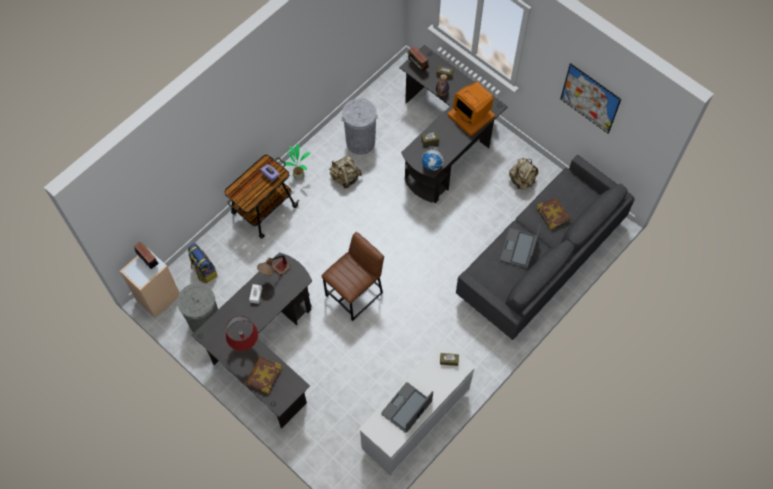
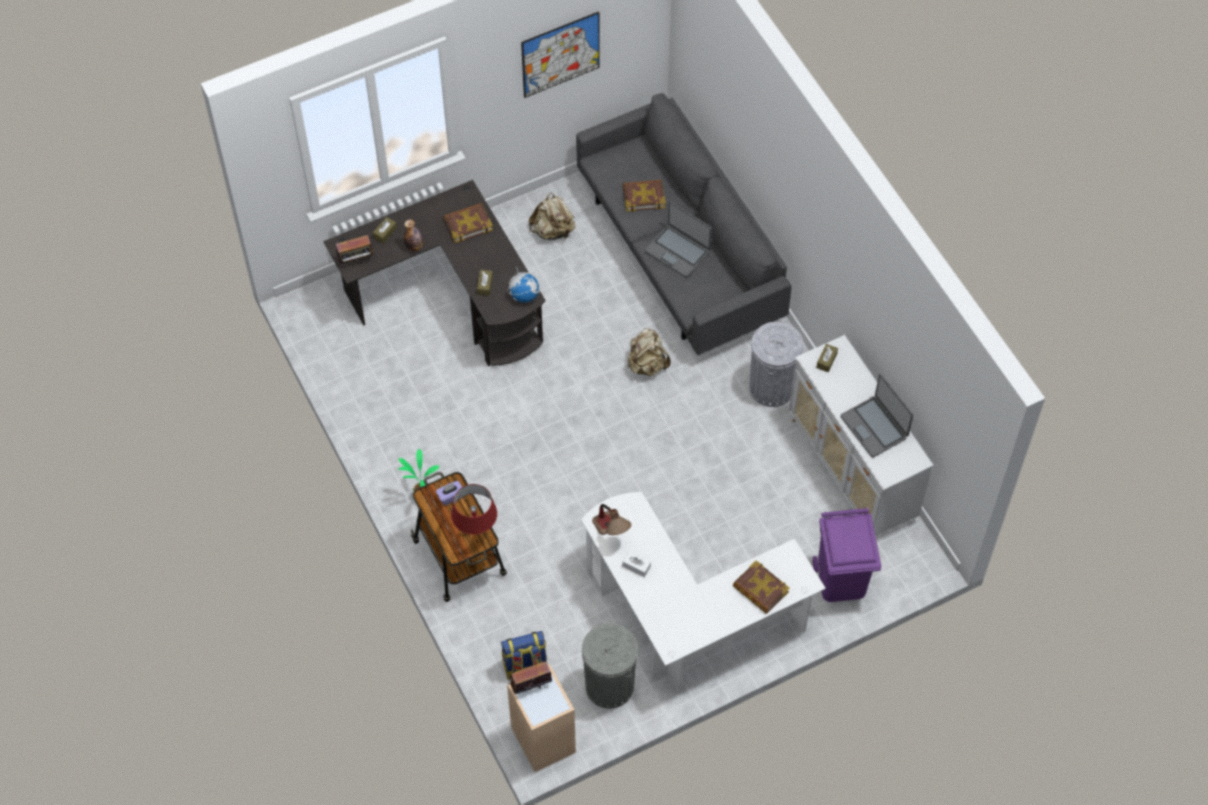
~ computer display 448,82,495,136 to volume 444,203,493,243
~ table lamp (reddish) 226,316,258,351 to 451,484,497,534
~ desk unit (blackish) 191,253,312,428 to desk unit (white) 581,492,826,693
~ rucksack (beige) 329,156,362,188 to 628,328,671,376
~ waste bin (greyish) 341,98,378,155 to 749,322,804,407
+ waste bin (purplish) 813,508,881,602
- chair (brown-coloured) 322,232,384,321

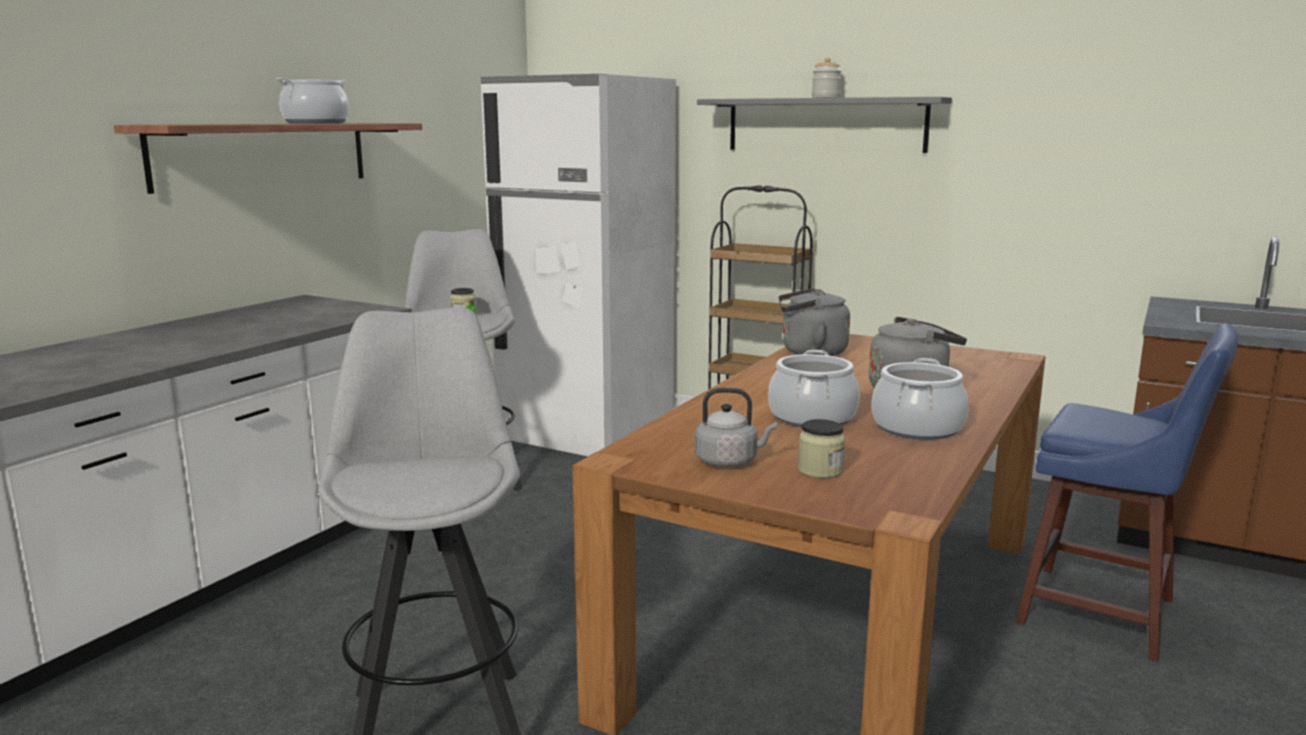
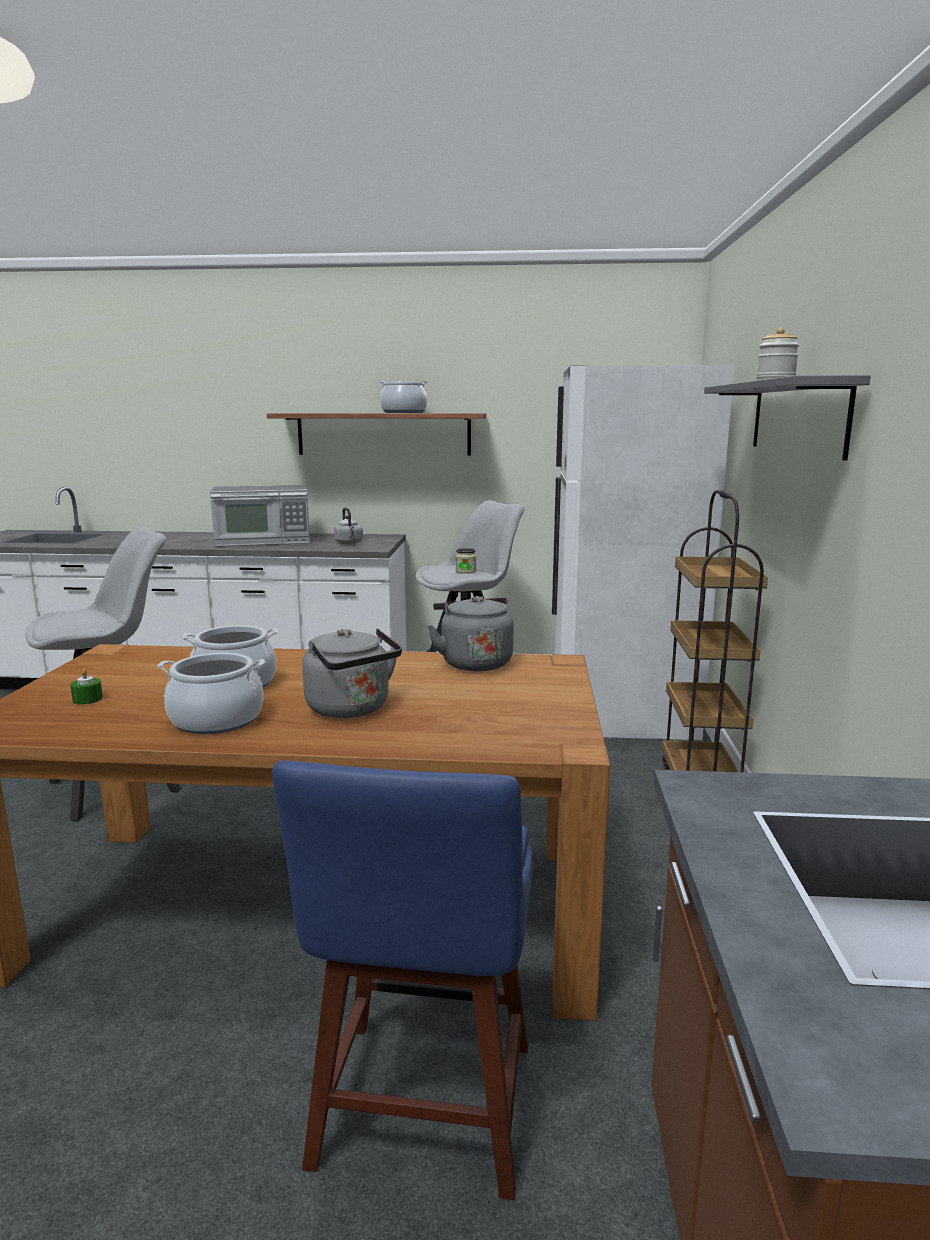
~ storage jar 798,419,845,478 to candle (green-coloured) 70,668,103,705
+ microwave oven 210,485,310,547
~ kettle (greyish) 694,388,777,467 to 334,507,363,544

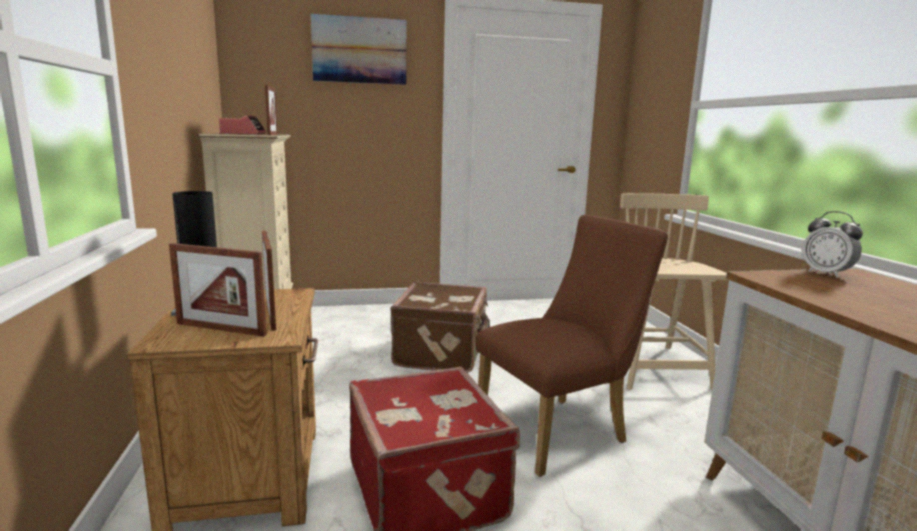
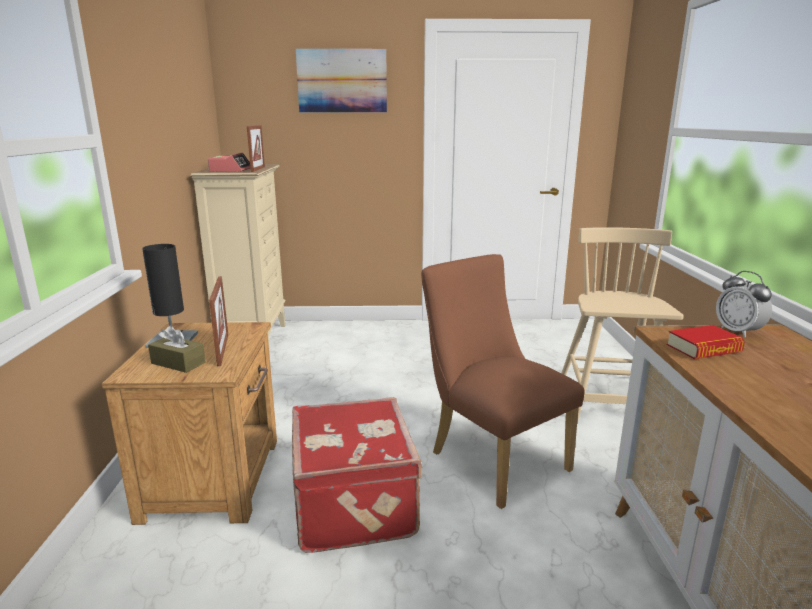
~ picture frame 169,243,267,337 to tissue holder (brown-coloured) 148,325,206,373
~ chair (brown-coloured) 477,215,668,477 = 421,254,584,509 105 degrees counterclockwise
+ volume 667,325,745,359
- travel case (brown-coloured) 391,281,490,373

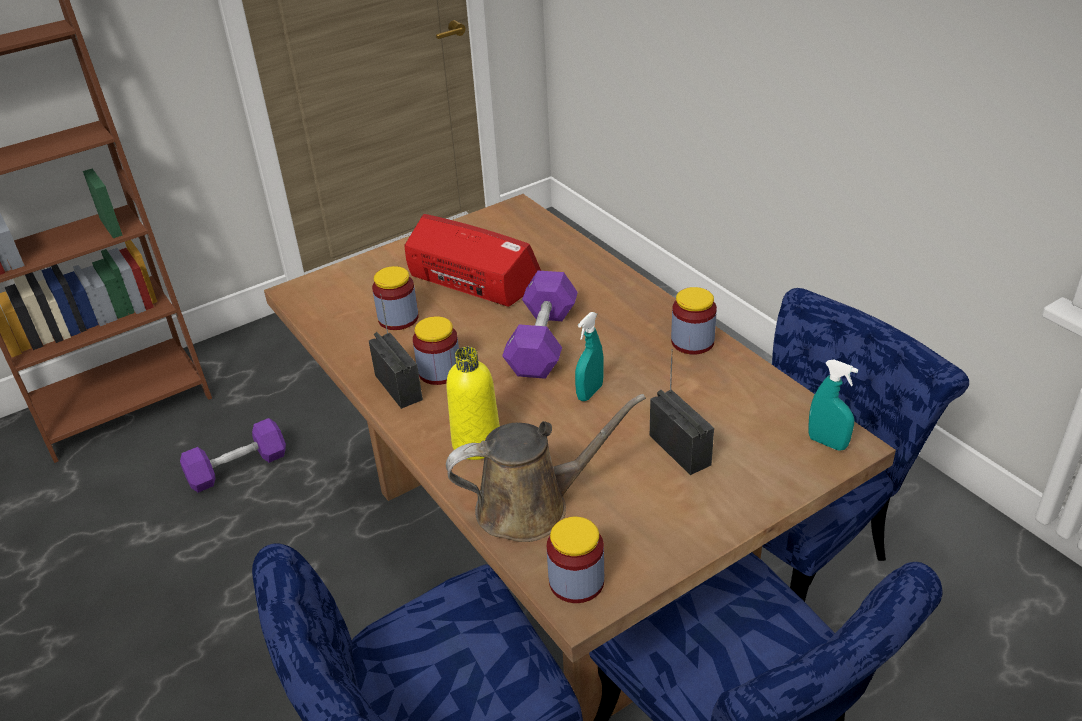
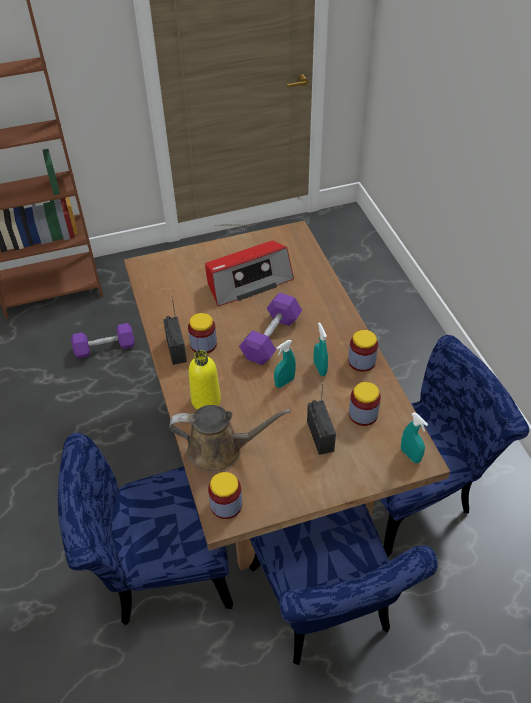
~ radio receiver 404,214,541,307 = 205,240,294,306 105 degrees clockwise
+ sprayer (turquoise) 314,322,328,376
~ storage jar 372,266,418,330 to 349,382,381,426

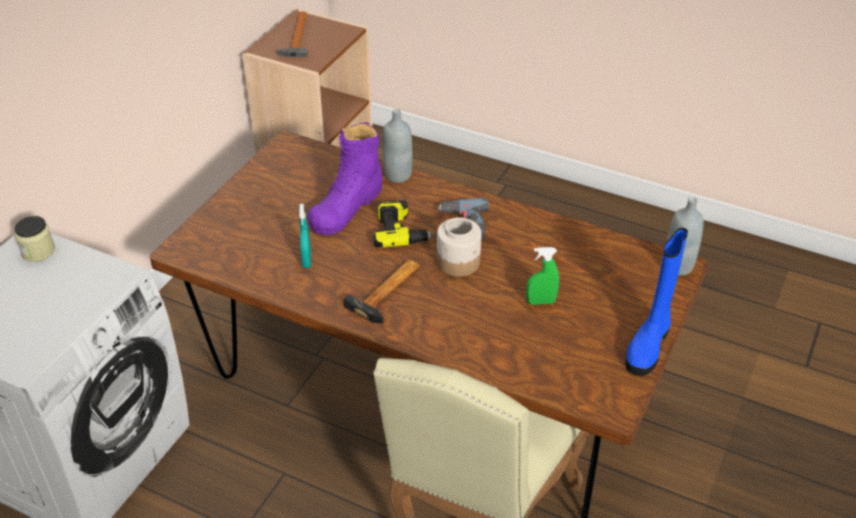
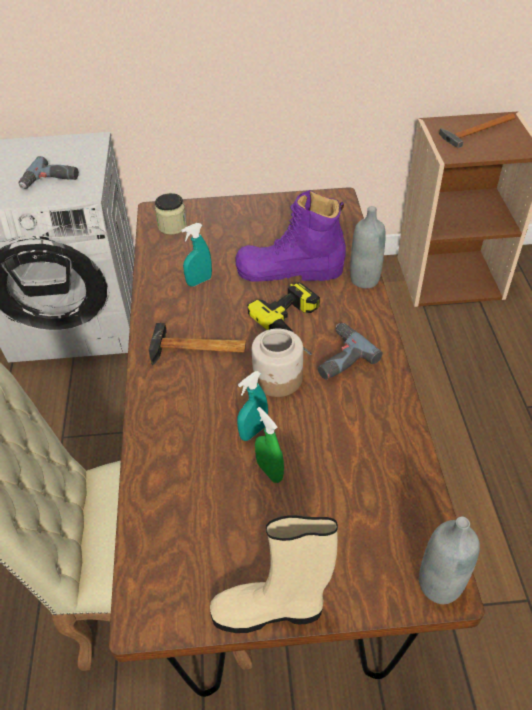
+ drill 19,156,79,189
~ storage jar 14,216,55,262 to 155,193,187,235
~ boot (blue-coloured) 625,228,688,376 to boot (beige) 210,515,338,633
+ sprayer (turquoise) 237,371,268,441

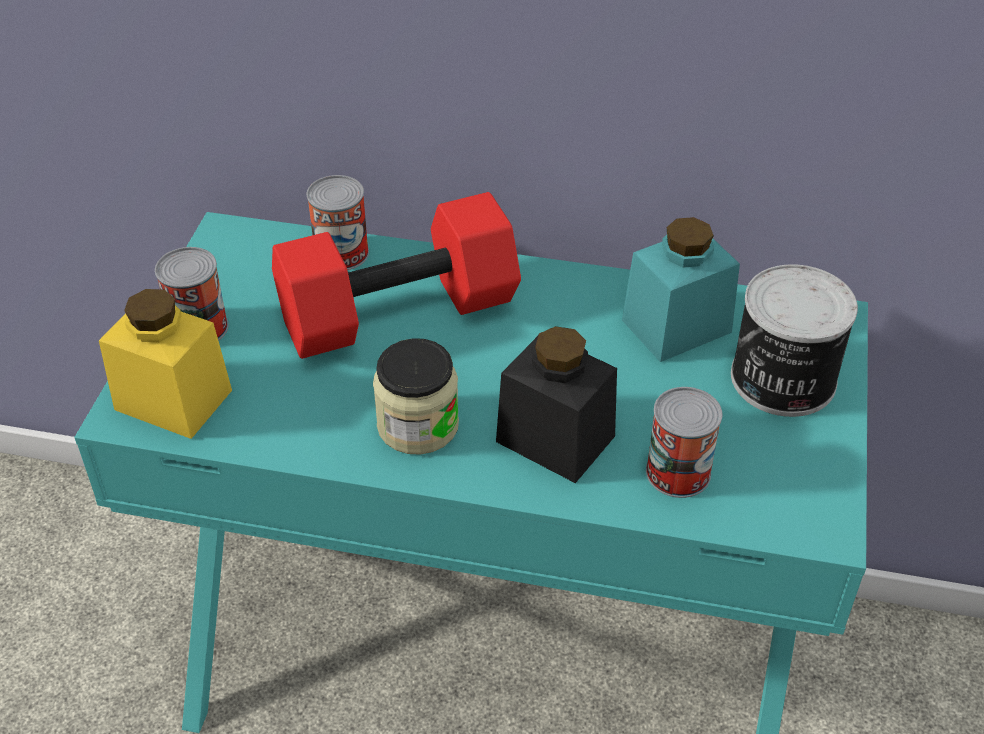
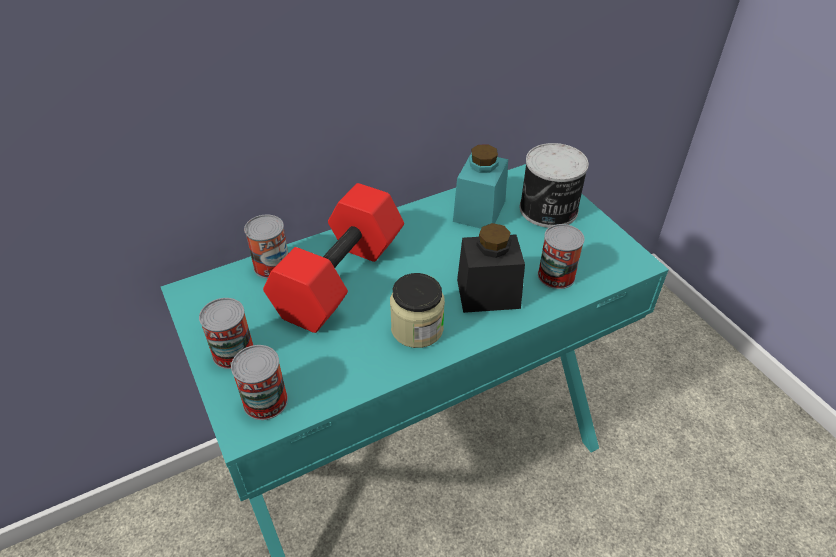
~ storage jar (yellowish) 99,289,232,439 to sealed can 231,345,288,420

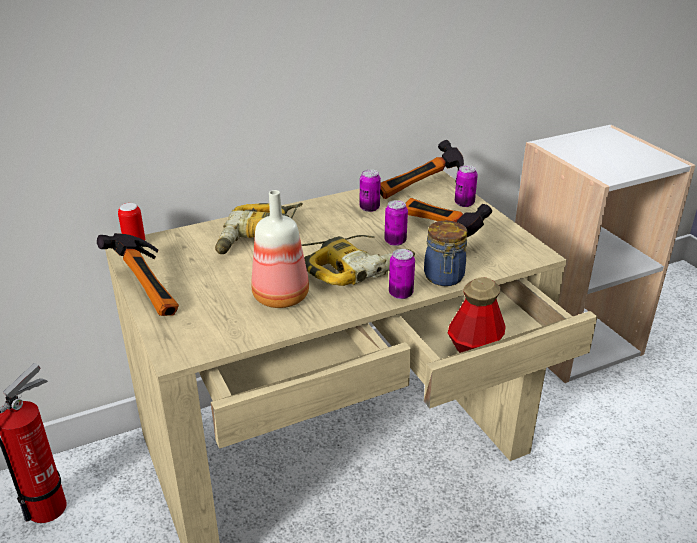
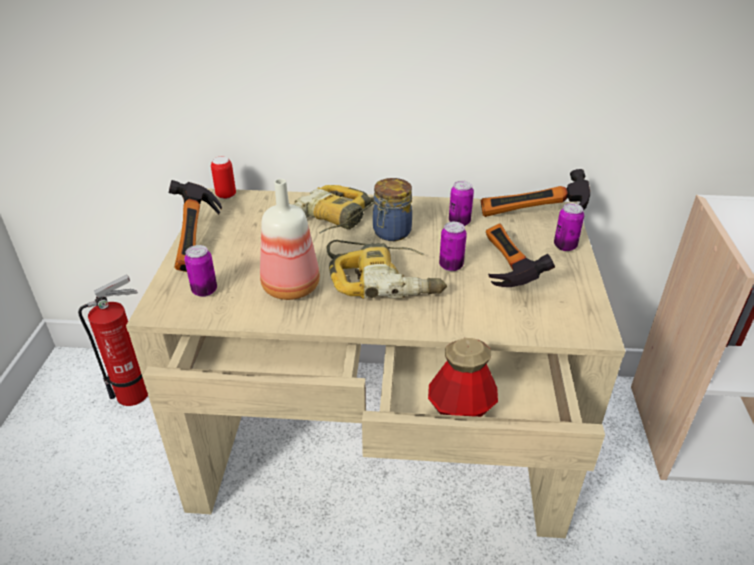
~ sealed can 389,249,415,299 to 184,245,217,297
~ storage jar 424,221,468,286 to 373,178,412,241

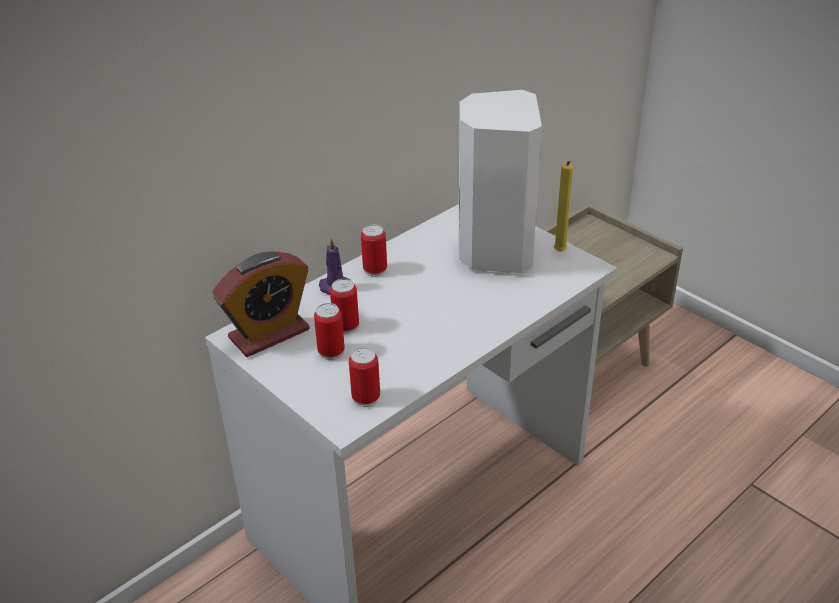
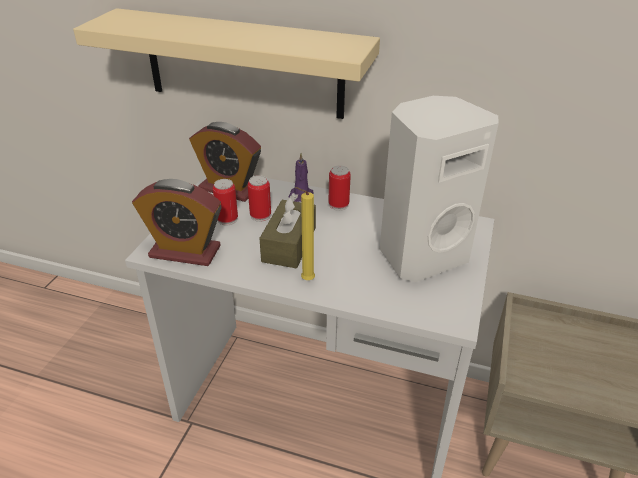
+ shelf (beige) 73,8,380,119
~ sealed can 349,347,380,407 to alarm clock 132,179,222,266
+ tissue holder (brown-coloured) 259,193,316,269
~ candle (yellowish) 554,161,573,252 to 295,187,315,280

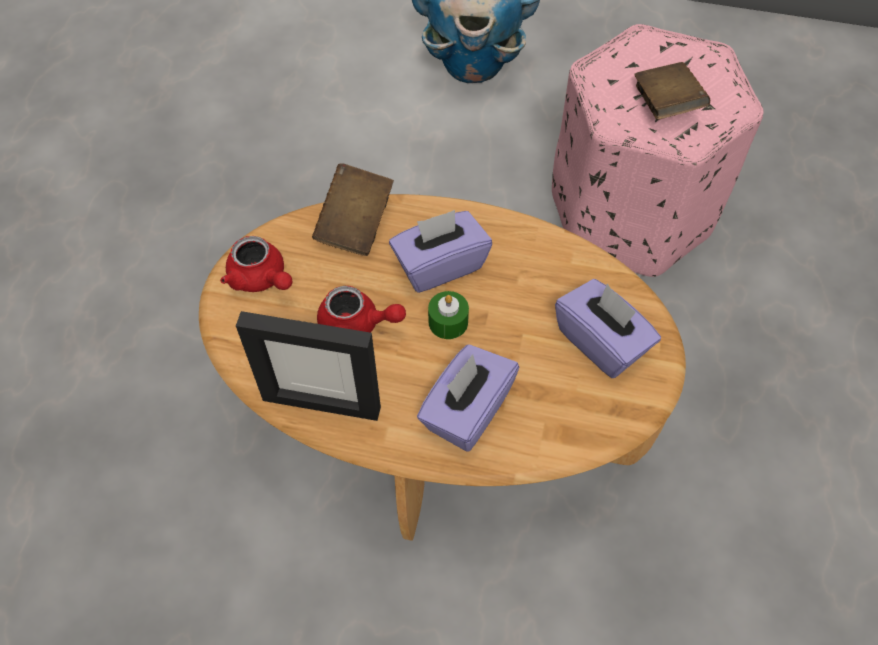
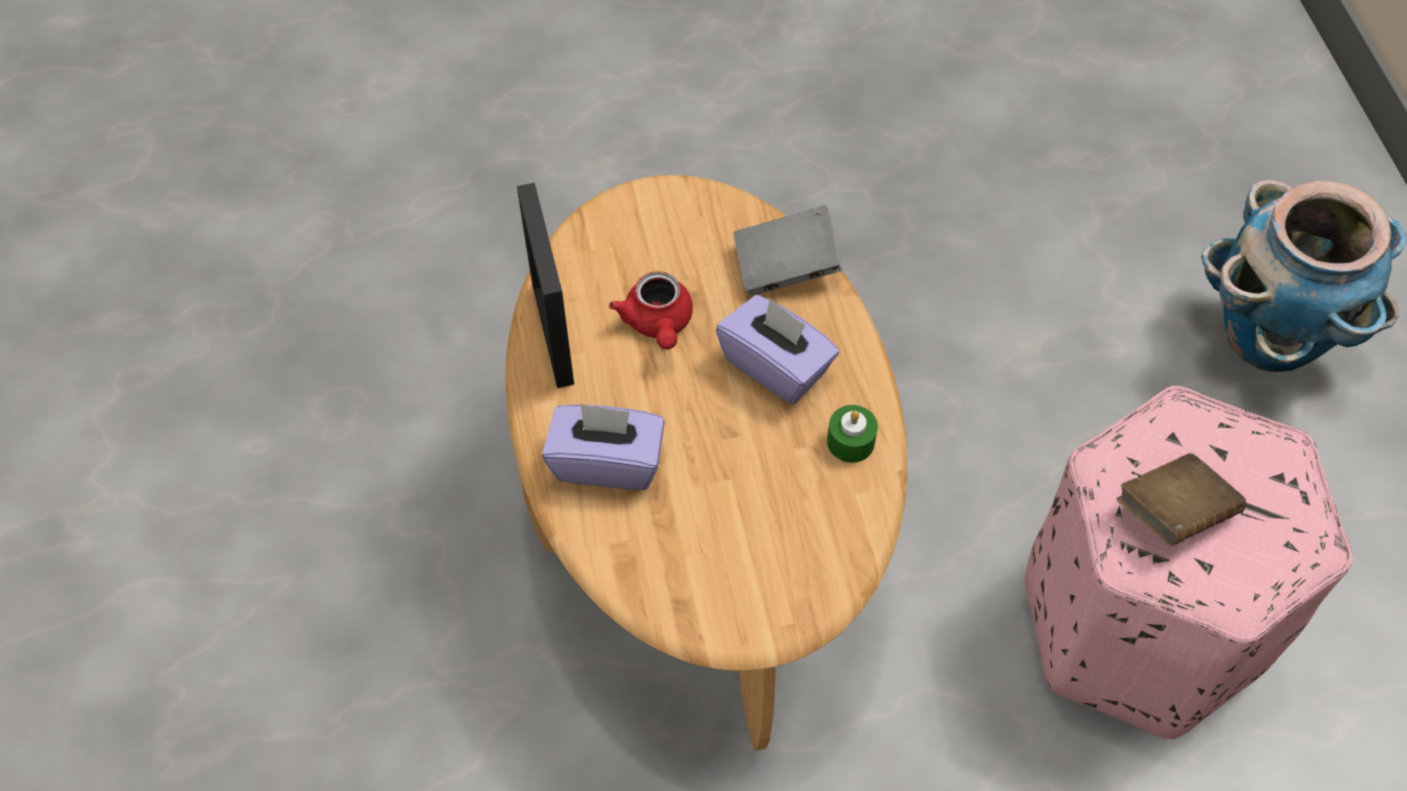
~ volume (brown-coloured) 312,163,394,256 to volume (greyish) 734,205,842,296
~ candle (green-coloured) 428,291,469,339 to 827,405,878,463
- teapot (reddish) 220,236,292,292
- tissue holder (purplish) 555,279,661,378

